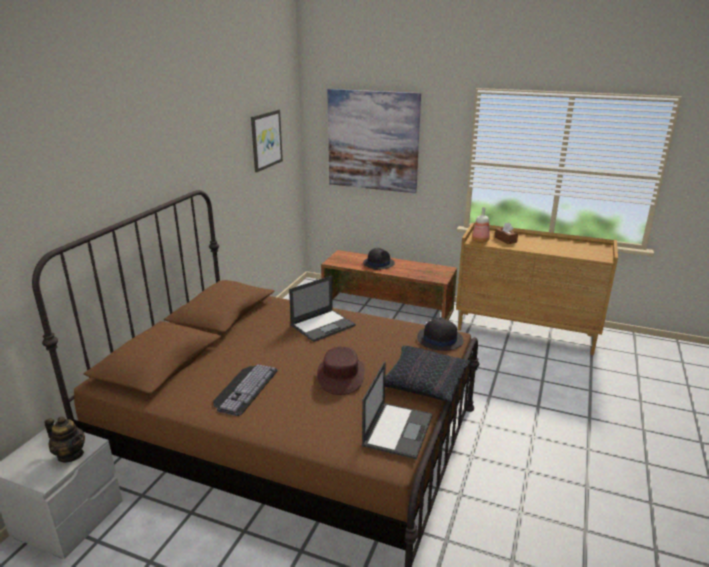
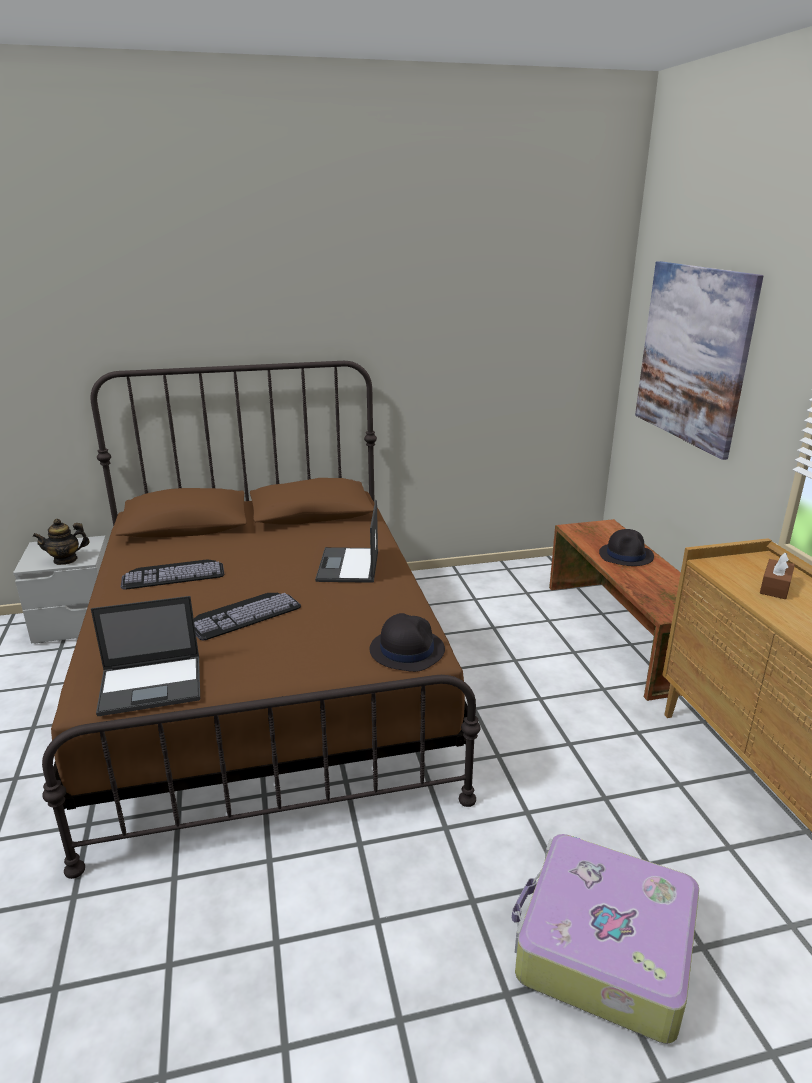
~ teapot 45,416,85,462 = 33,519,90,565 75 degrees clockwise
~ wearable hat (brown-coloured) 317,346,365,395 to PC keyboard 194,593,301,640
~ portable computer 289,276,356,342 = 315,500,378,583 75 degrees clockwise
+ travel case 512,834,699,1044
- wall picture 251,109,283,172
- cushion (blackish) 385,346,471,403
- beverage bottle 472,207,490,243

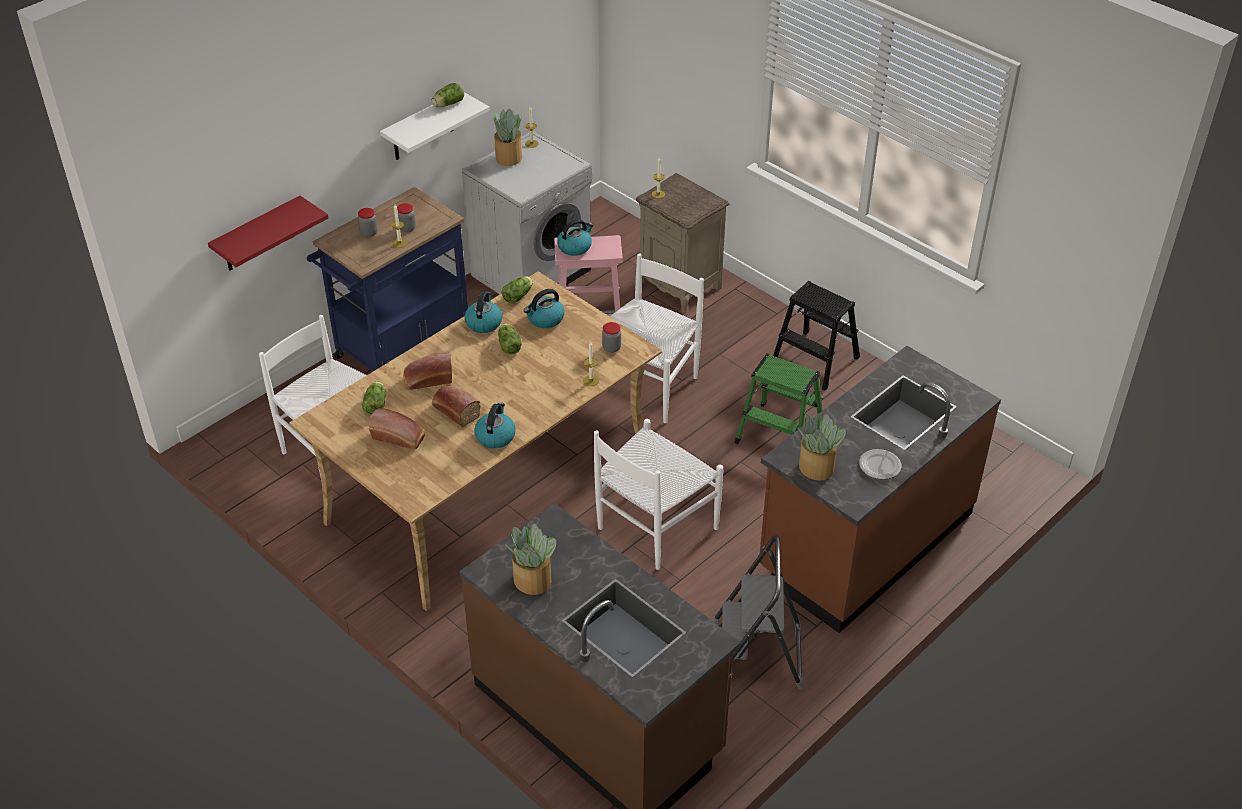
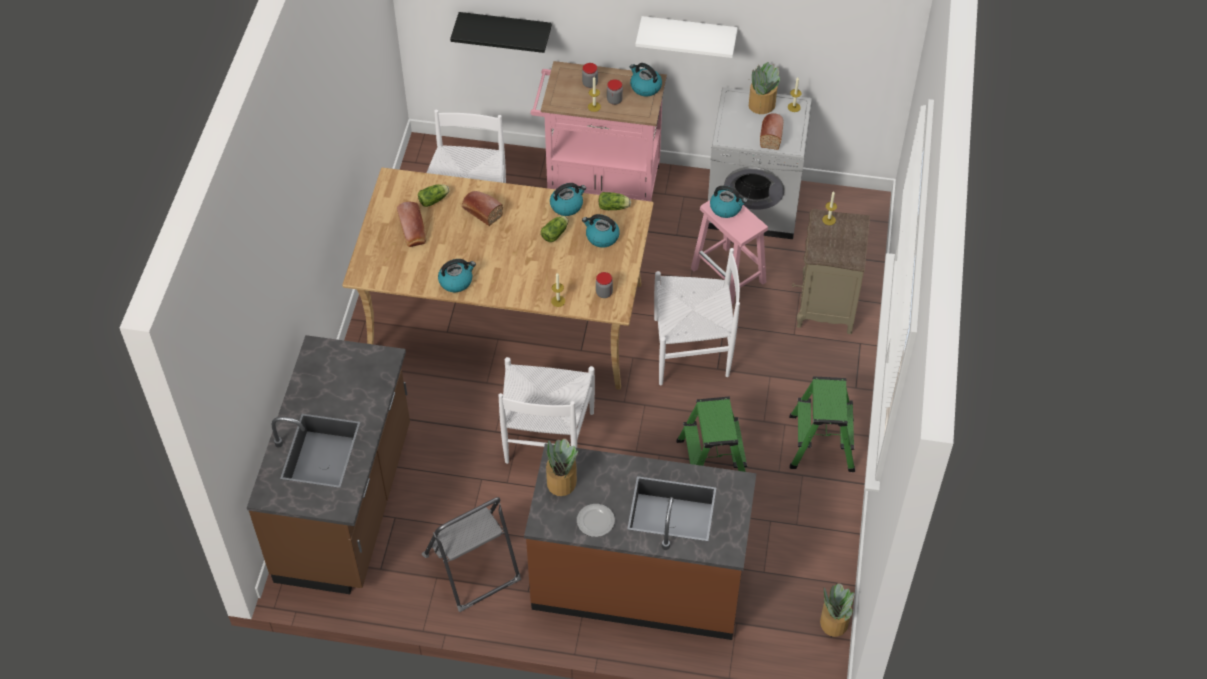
~ shelf (reddish) 208,196,328,271 to shelf (blackish) 450,12,552,53
~ chair (white) 594,419,723,570 = 499,357,595,464 90 degrees counterclockwise
~ wheeled cart (blue-coloured) 307,187,468,372 to wheeled cart (pink) 530,61,667,201
+ kettle 630,63,662,96
~ baked bread 432,386,480,427 to 760,113,783,150
~ stepladder (blackish) 773,281,860,391 to stepladder (green-coloured) 789,376,855,472
~ plant in a pot 505,524,556,595 to 820,583,854,637
- head of lettuce 431,83,464,107

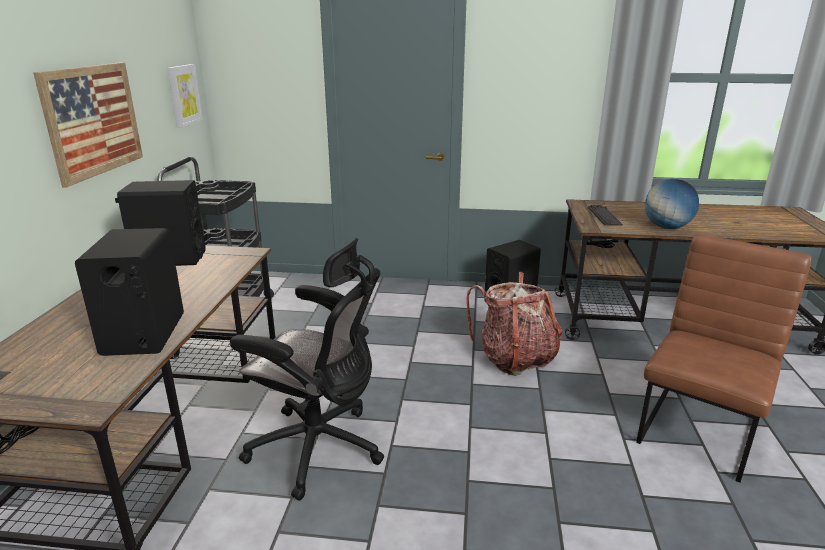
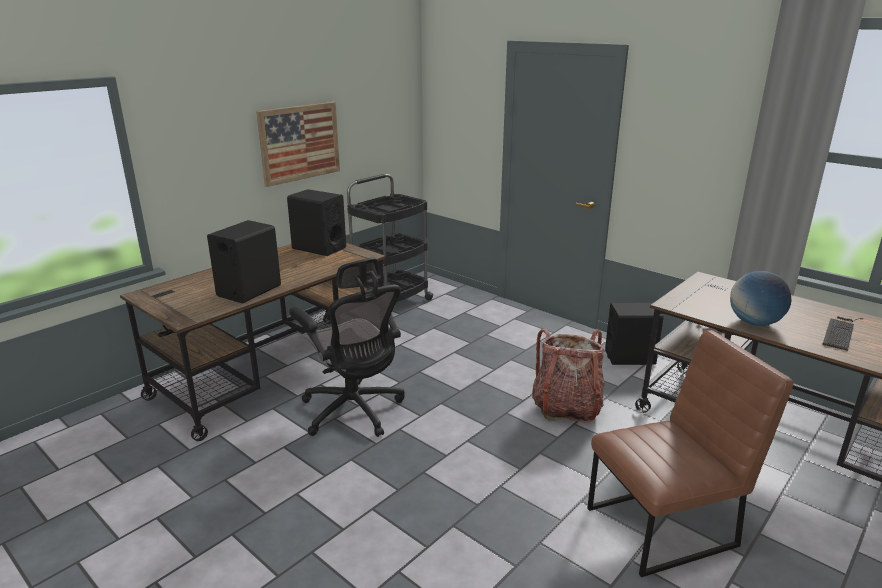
~ PC keyboard 588,203,623,225 to 822,316,863,351
- wall picture 167,64,203,128

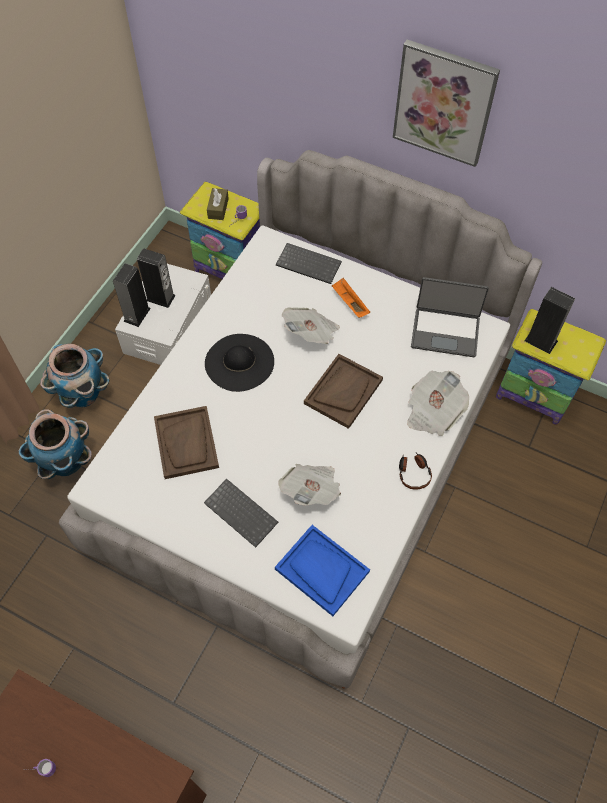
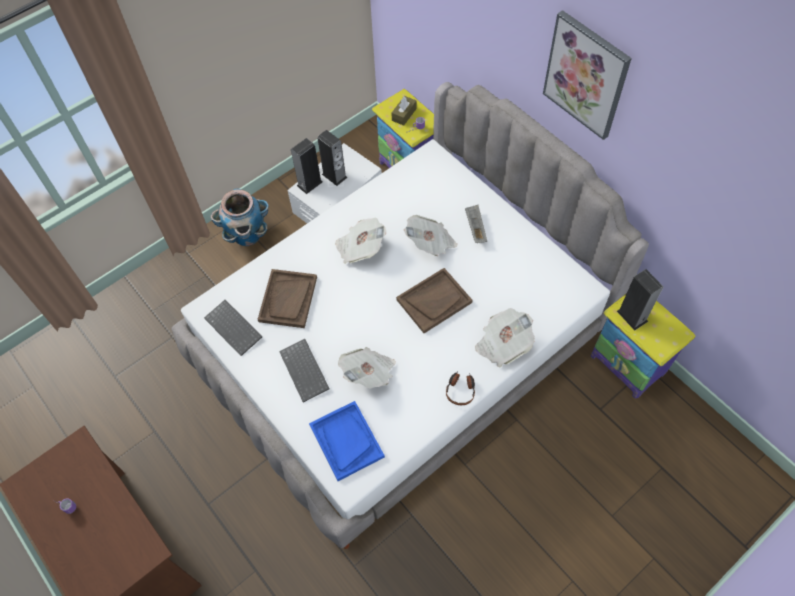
~ PC keyboard 276,243,342,284 to 204,300,262,356
~ wearable hat (blackish) 205,334,274,392 to daily paper 335,217,386,264
~ tray (orangey) 332,278,370,318 to tray (greyish) 465,205,487,243
- planter 19,410,92,479
- portable computer 411,277,489,357

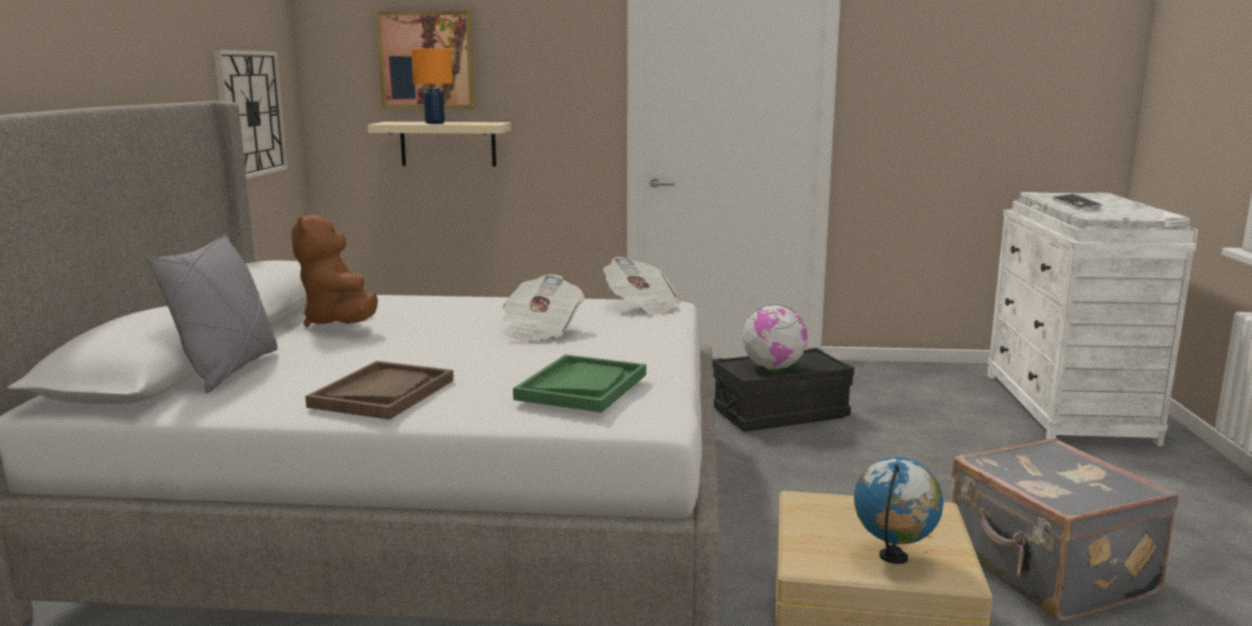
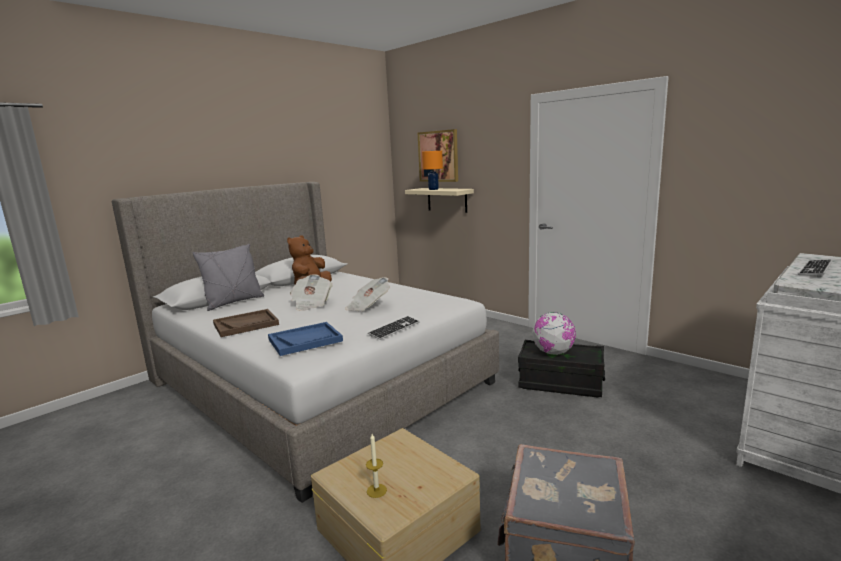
~ tray (green-coloured) 513,354,646,413 to tray (blue-coloured) 268,322,343,356
~ daily paper 603,257,681,316 to 290,274,332,311
~ globe 854,457,944,564 to candle 366,434,387,498
+ PC keyboard 368,316,420,340
- clock on the wall 213,49,288,179

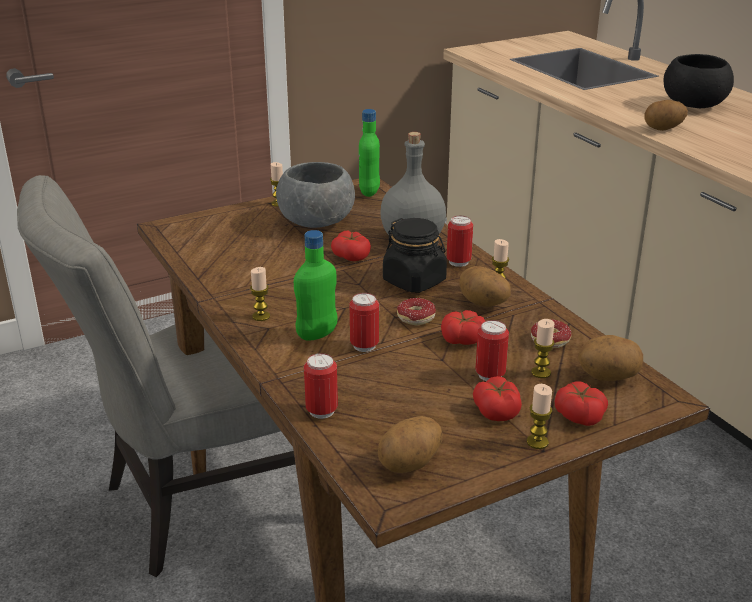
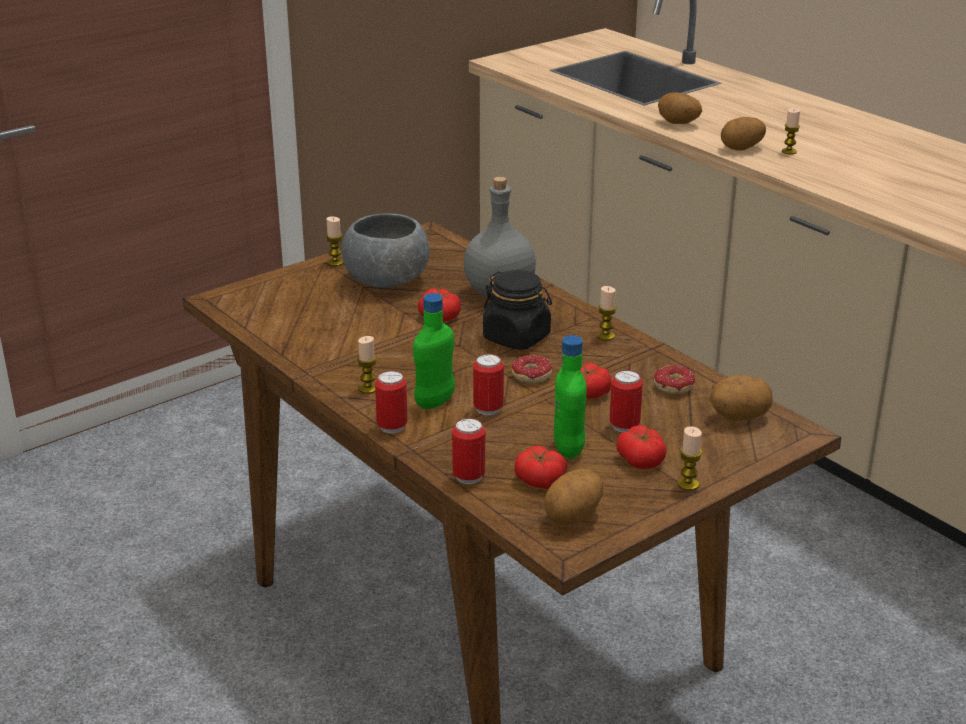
~ sealed can 447,216,473,267 to 375,370,408,433
~ whole tomato 555,382,608,426 to 514,446,567,489
~ beverage bottle (green-coloured) 359,109,380,197 to 554,335,587,459
~ whole potato 459,266,511,307 to 658,92,702,124
~ candle 531,319,555,378 to 782,108,800,155
- chair (greyish) 17,175,295,577
- deep dish (blackish) 663,54,734,108

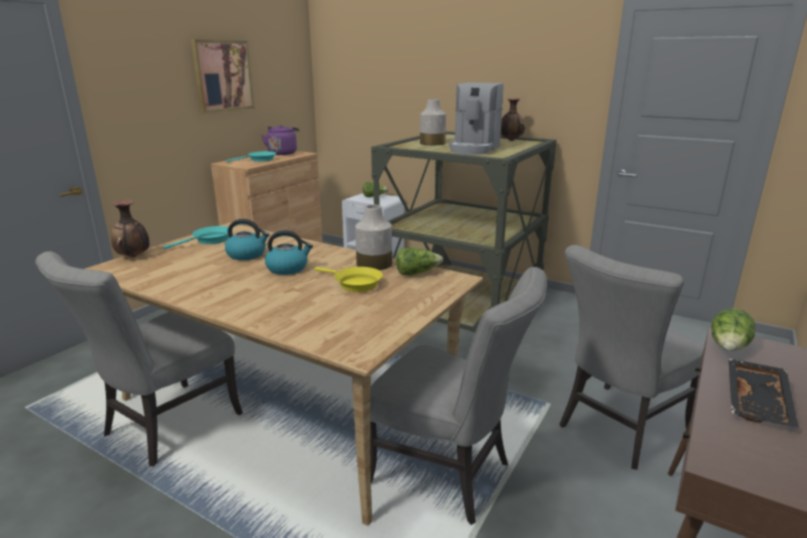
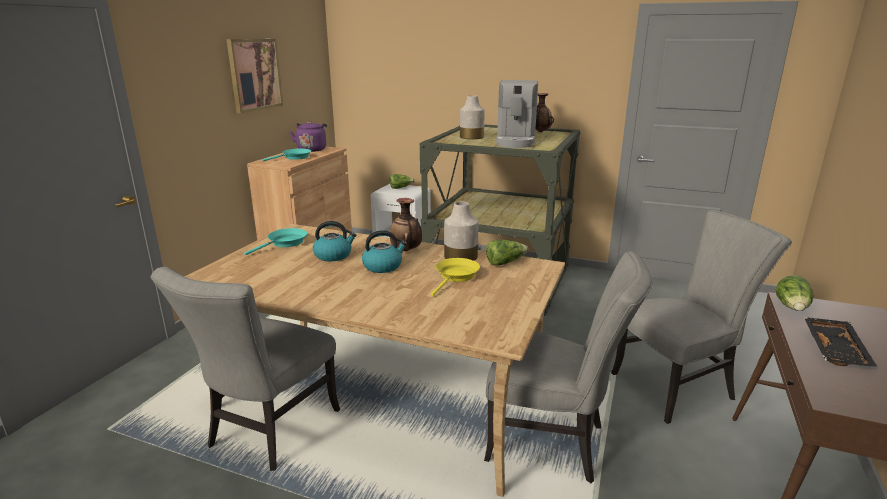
~ flower vase 111,200,149,257 to 390,198,422,251
~ frying pan (yellowish) 315,267,383,292 = 431,258,480,296 90 degrees counterclockwise
~ chair (greyish) 559,245,705,470 = 611,210,792,424 150 degrees counterclockwise

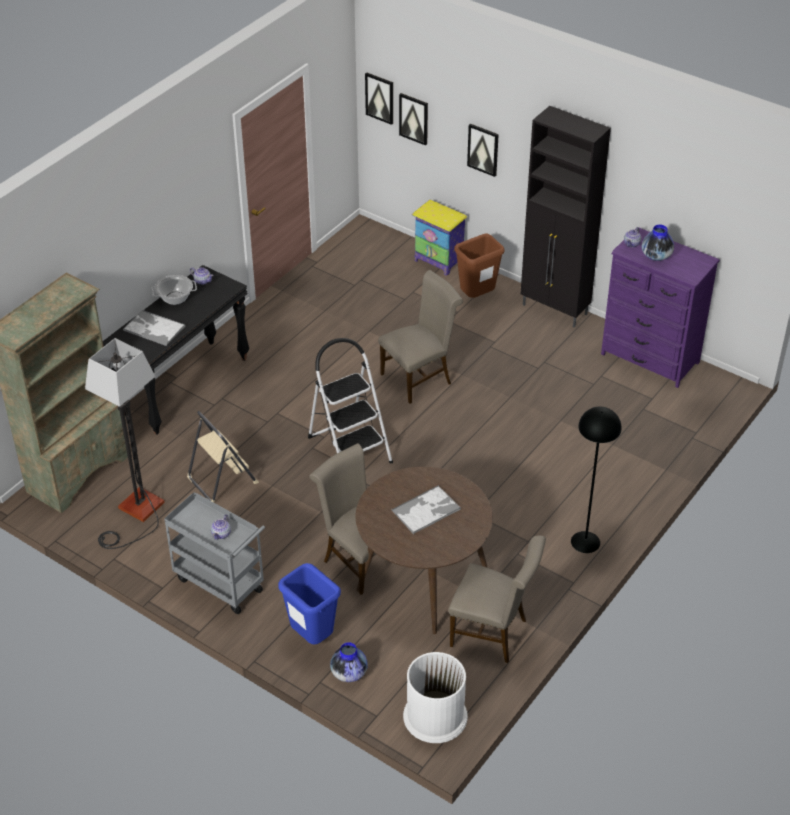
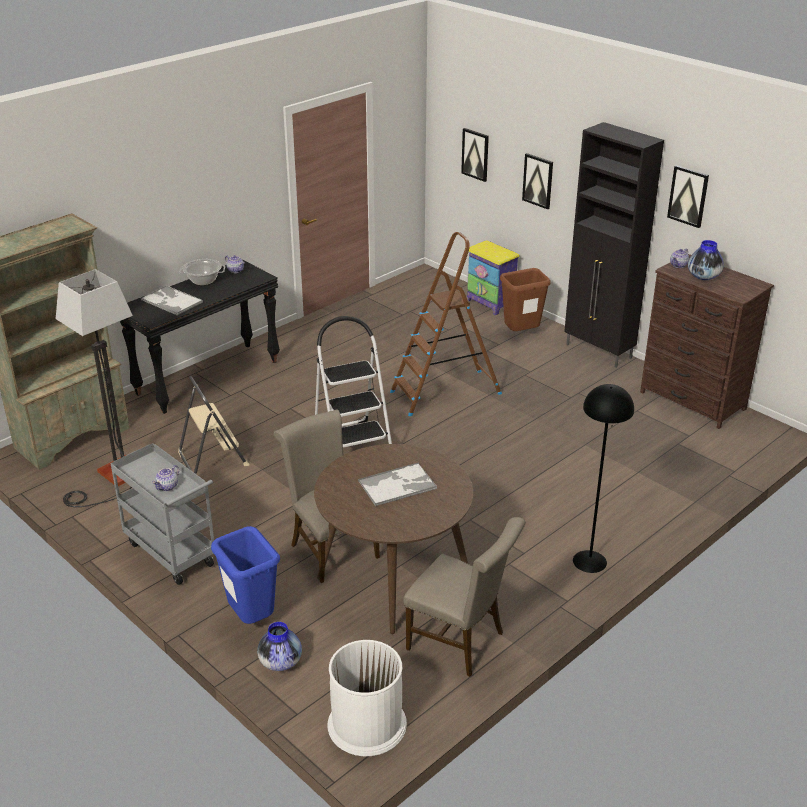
~ chair (beige) 378,270,463,404 to stepladder (brown-coloured) 390,232,502,416
~ chest of drawers (purplish) 601,228,720,388 to chest of drawers (brown-coloured) 640,254,774,429
~ wall picture 365,73,393,125 to 667,165,709,228

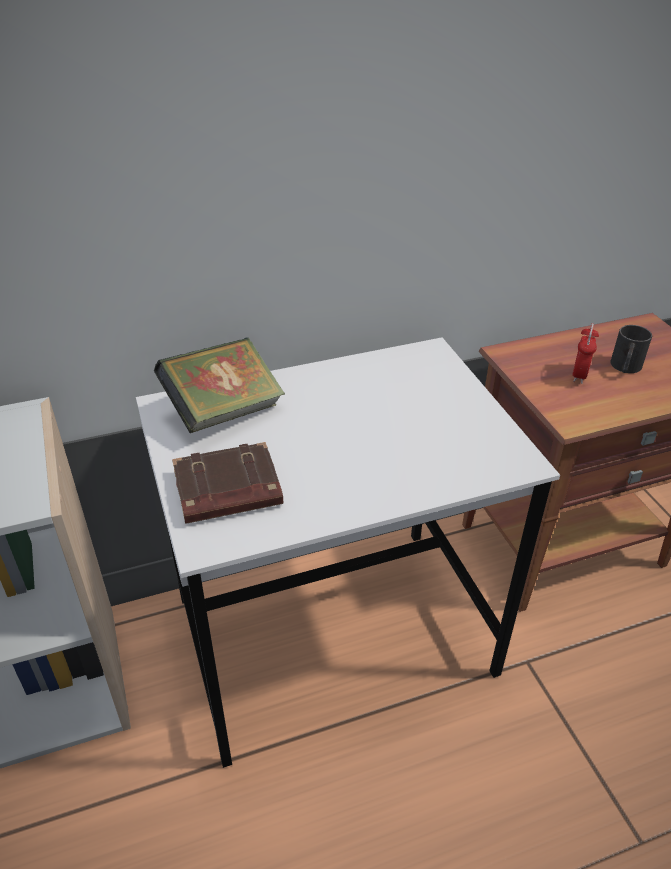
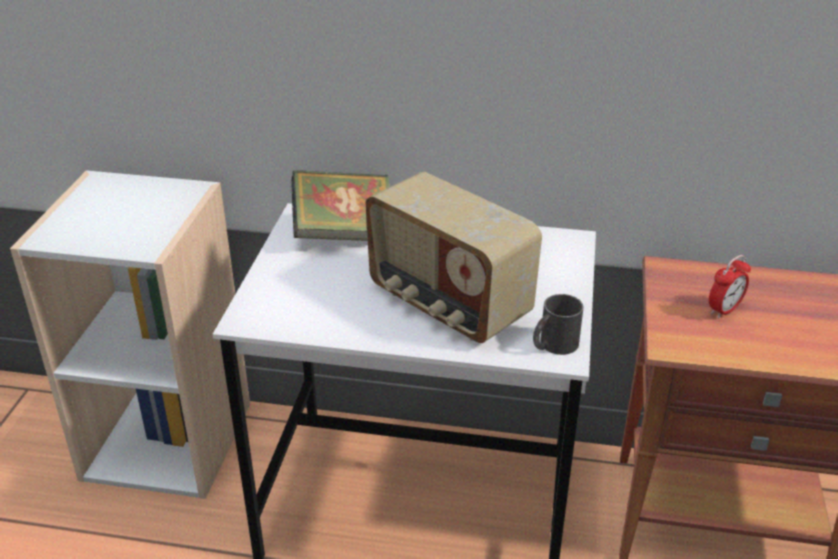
+ radio receiver 365,172,542,343
~ coffee mug (blackish) 610,325,652,373 to 533,294,584,355
- volume (brown-coloured) 172,442,283,524

